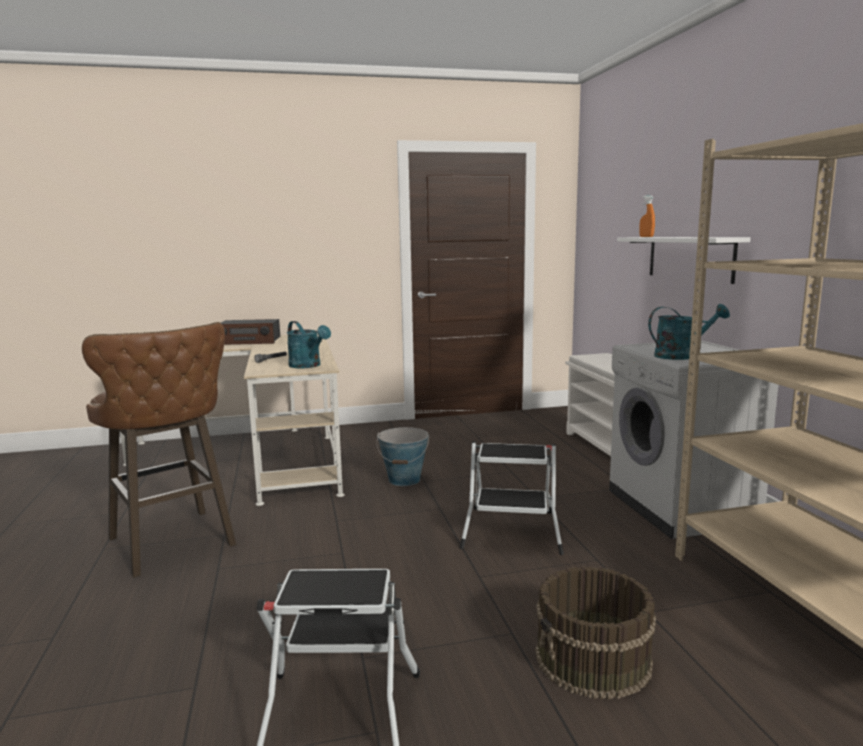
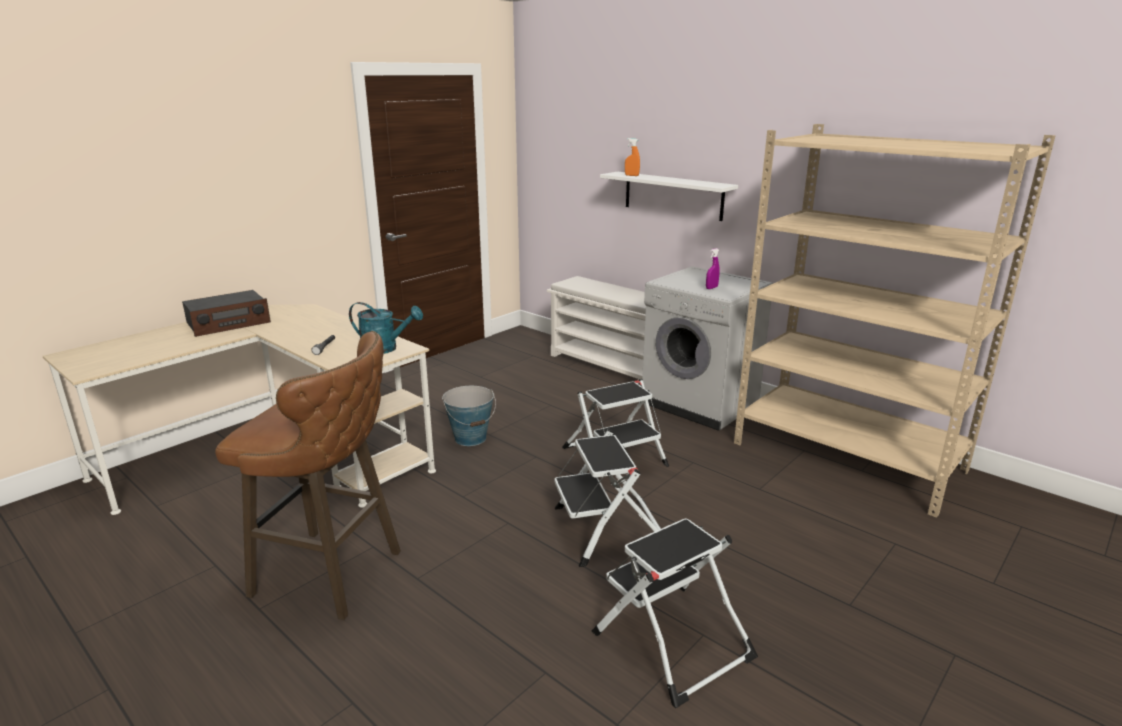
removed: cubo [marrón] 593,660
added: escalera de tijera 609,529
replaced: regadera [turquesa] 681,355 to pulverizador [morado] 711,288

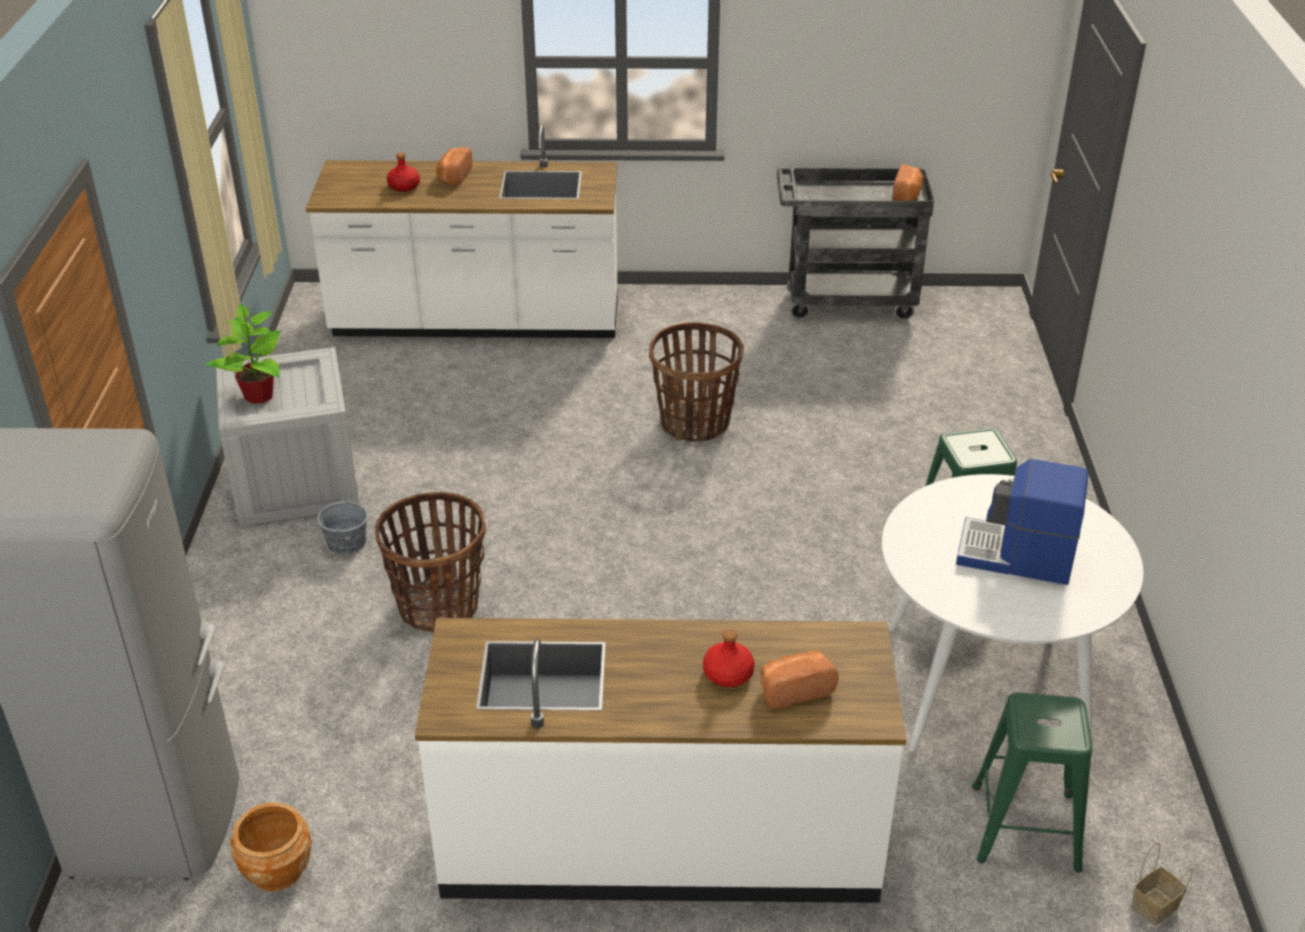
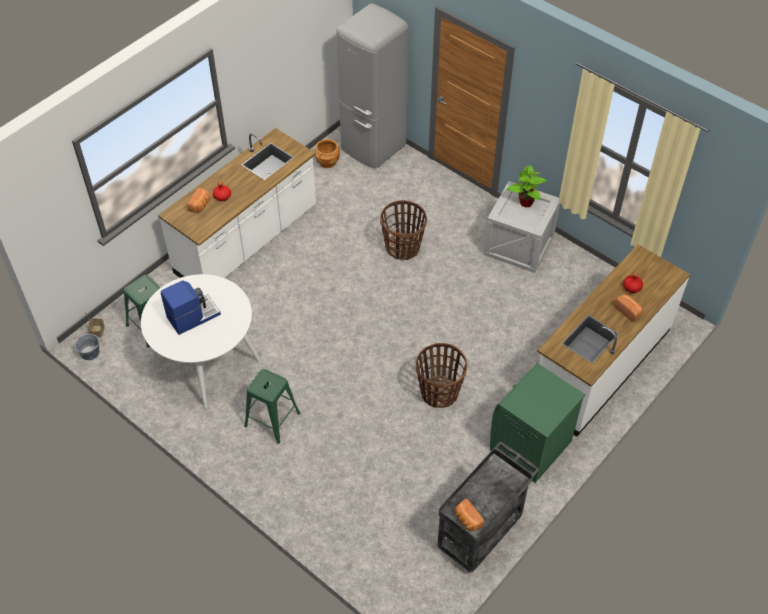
added: lavadora [verde] 530,446
moved: cubo [gris] 347,542 to 90,353

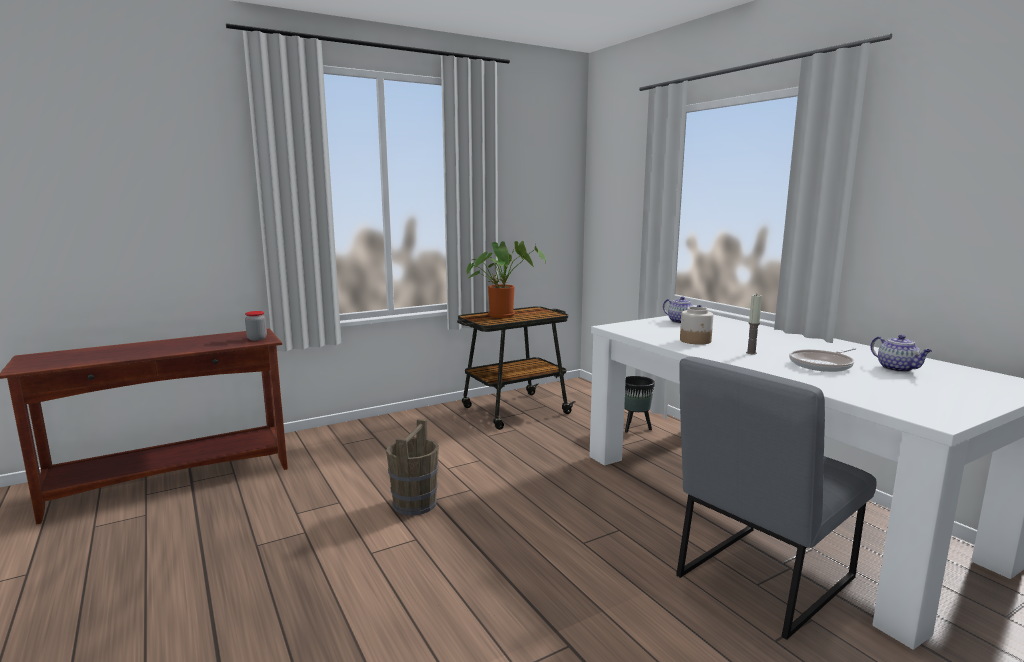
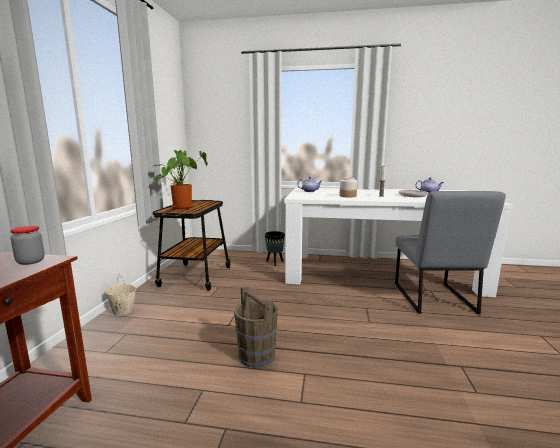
added: cubo [beis] 123,311

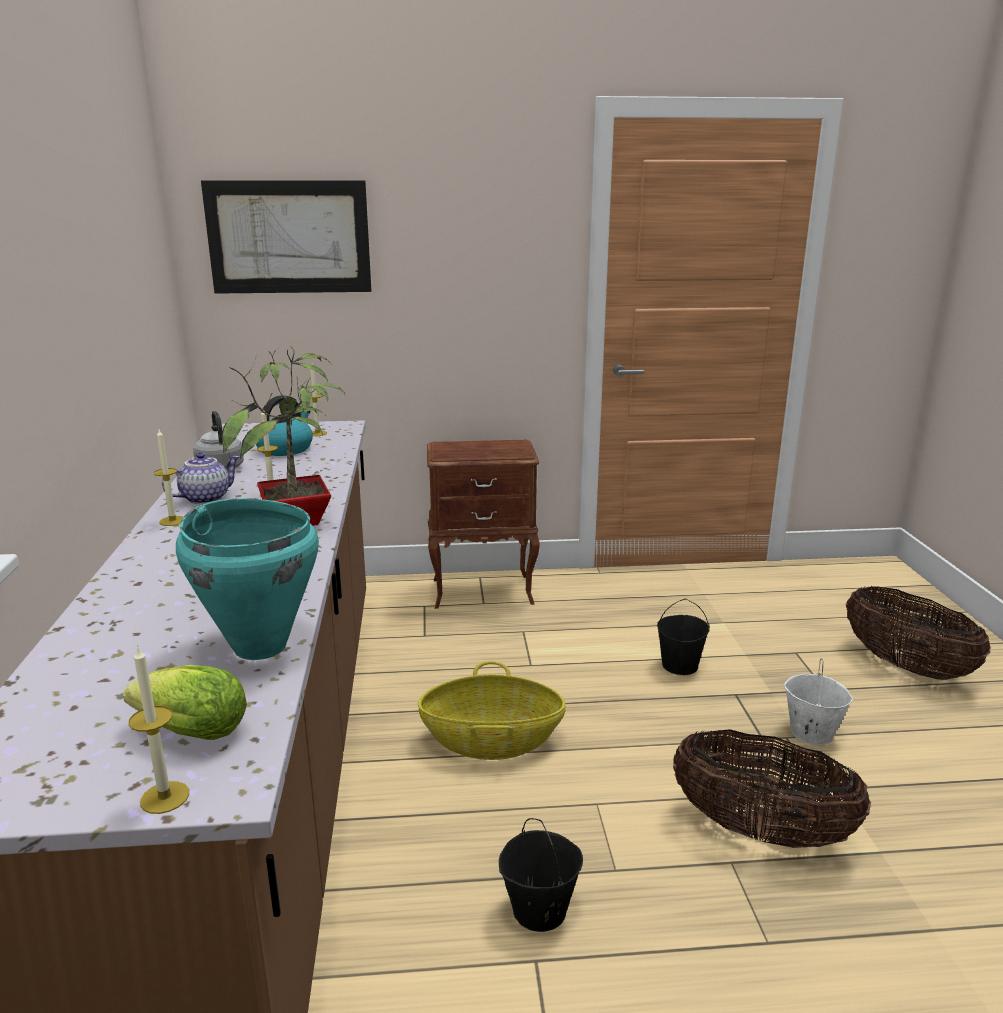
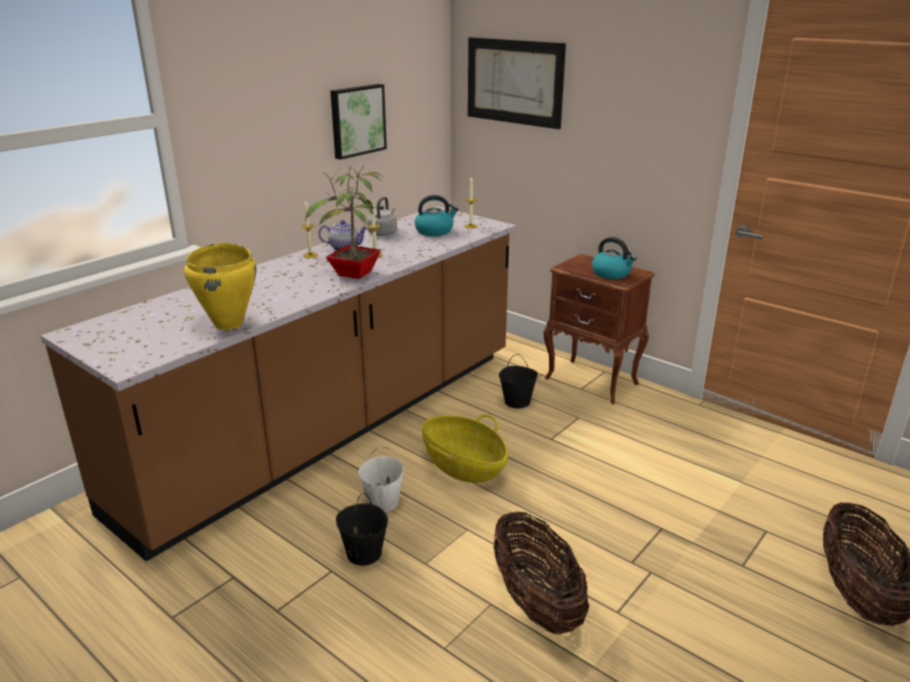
removed: lechuga 186,732; vela 165,797
added: cuadro 357,120; hervidor 612,273
moved: cubo [blanco] 810,733 to 382,502; cubo [negro] 680,665 to 517,402
recoloured: olla [turquesa] 260,646 to olla [amarillo] 229,324

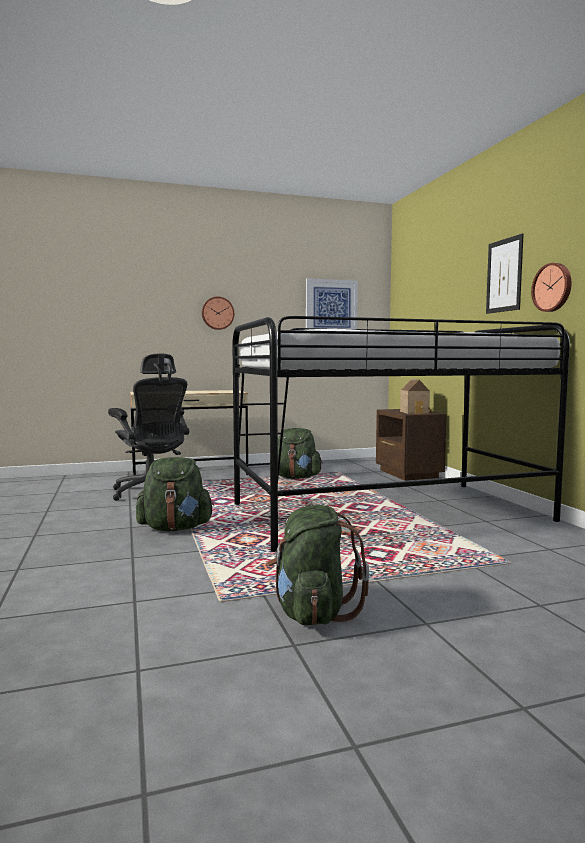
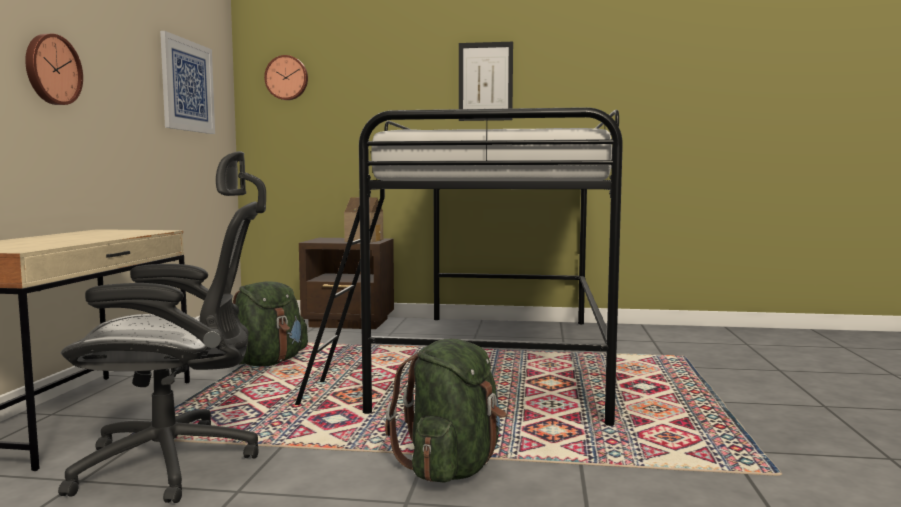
removed: mochila [verde] 312,613
moved: reloj de pared 553,287 to 287,78

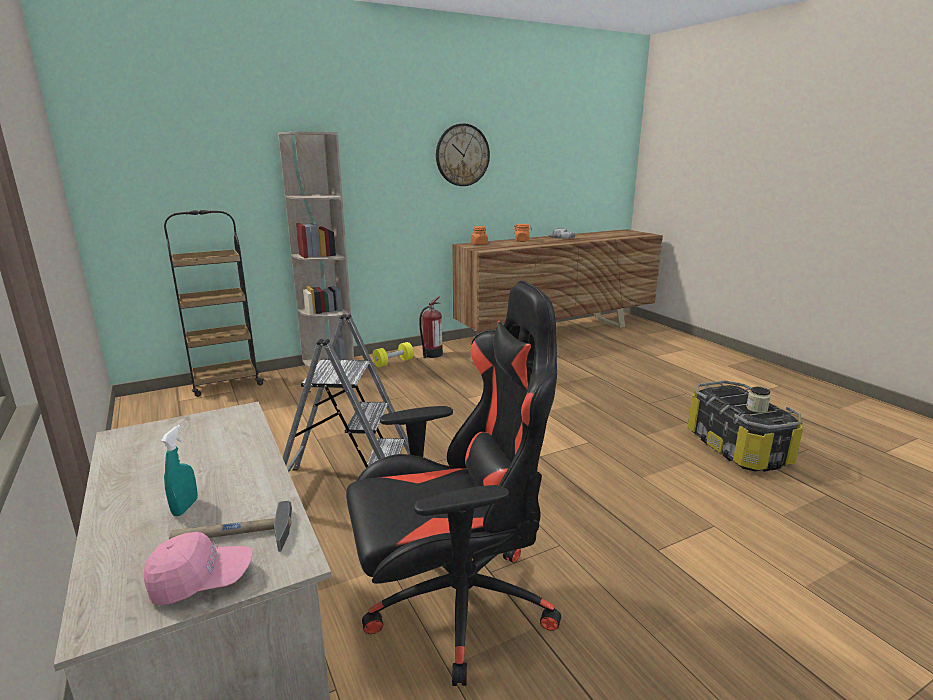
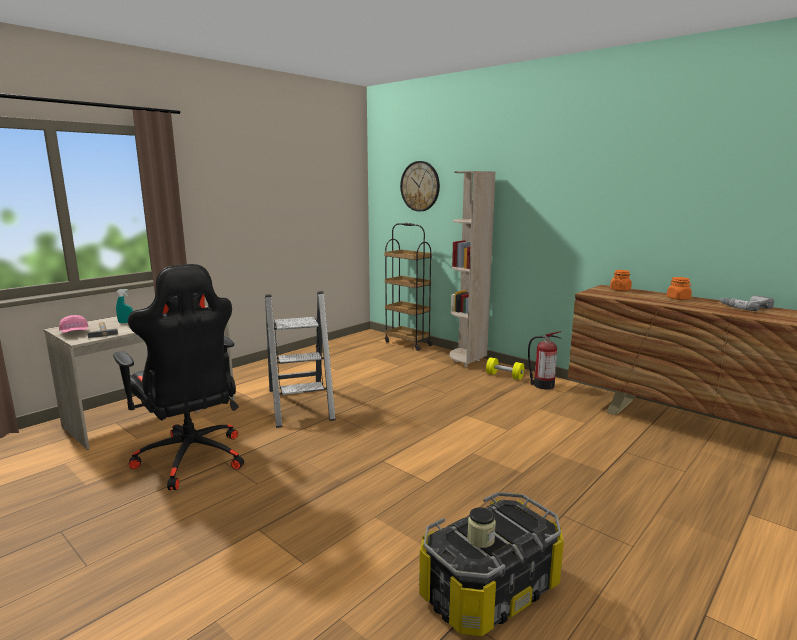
moved: reloj de pared 462,155 to 420,186

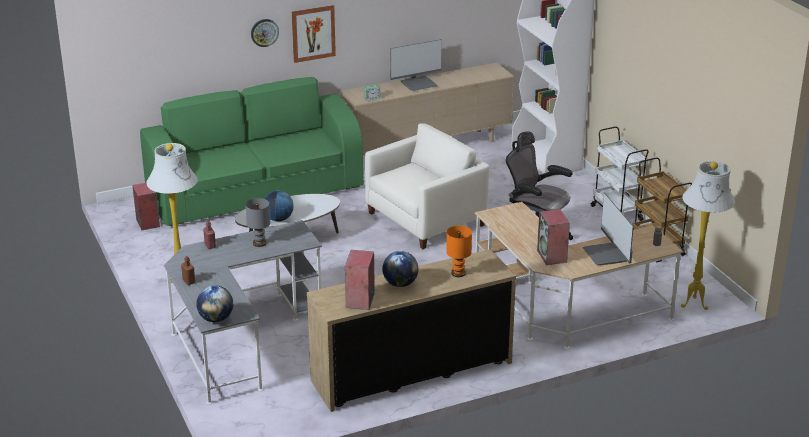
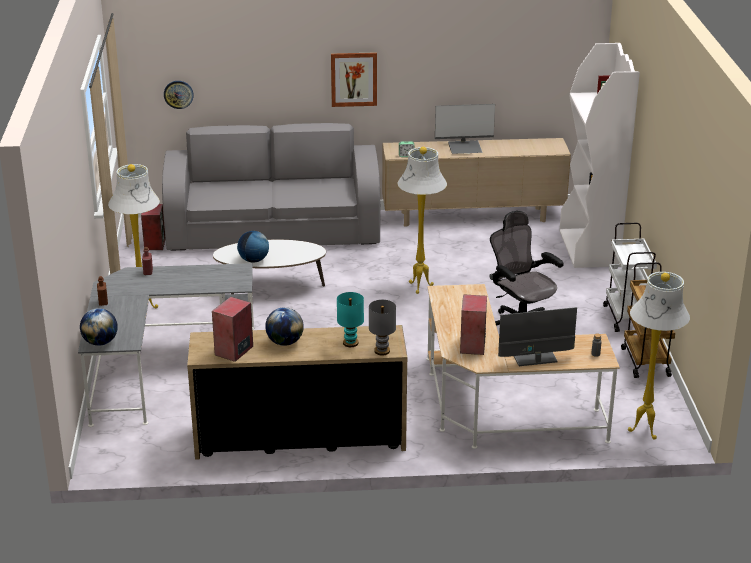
moved: reloj de pared 264,32 to 178,94; lámpara de mesa [gris] 260,243 to 382,351
replaced: sillón [blanco] 425,219 to lámpara de pie [blanco] 420,288
recoloured: sofá [verde] 256,192 to sofá [gris] 274,232; lámpara de mesa [naranja] 458,273 to lámpara de mesa [turquesa] 350,343
turned: monitor 607,254 = 532,355 75 degrees clockwise

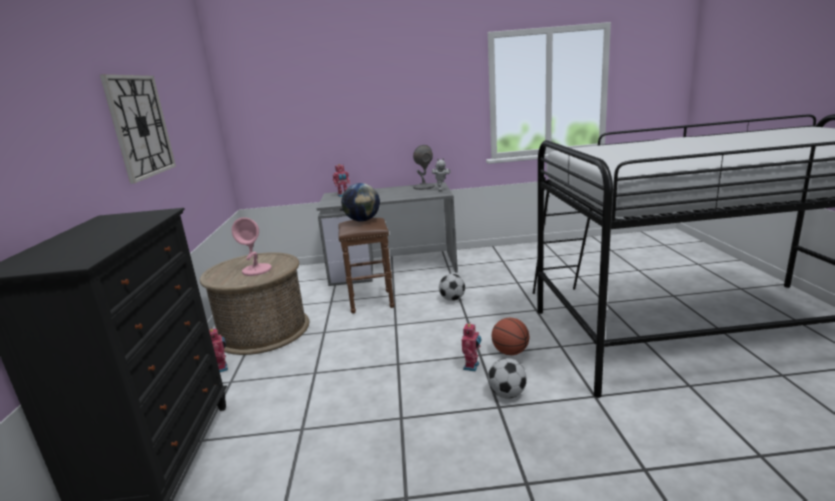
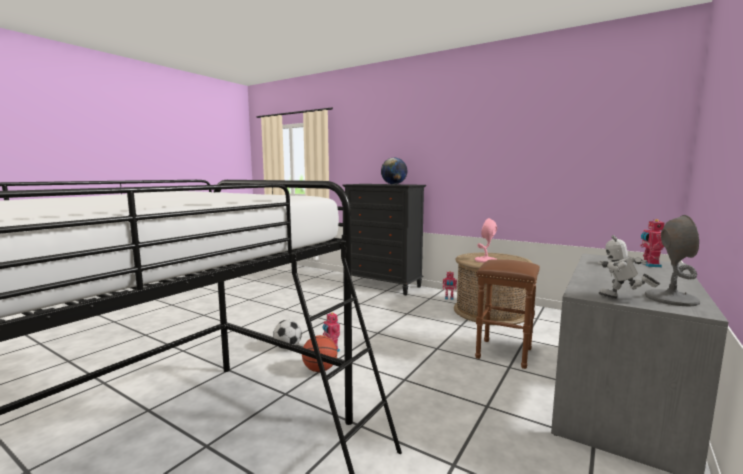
removed: reloj de pared 140,126; balón de fútbol 452,299
moved: globo terráqueo 362,220 to 394,184

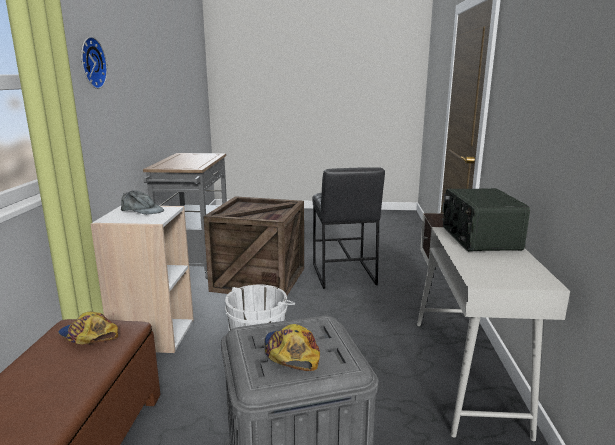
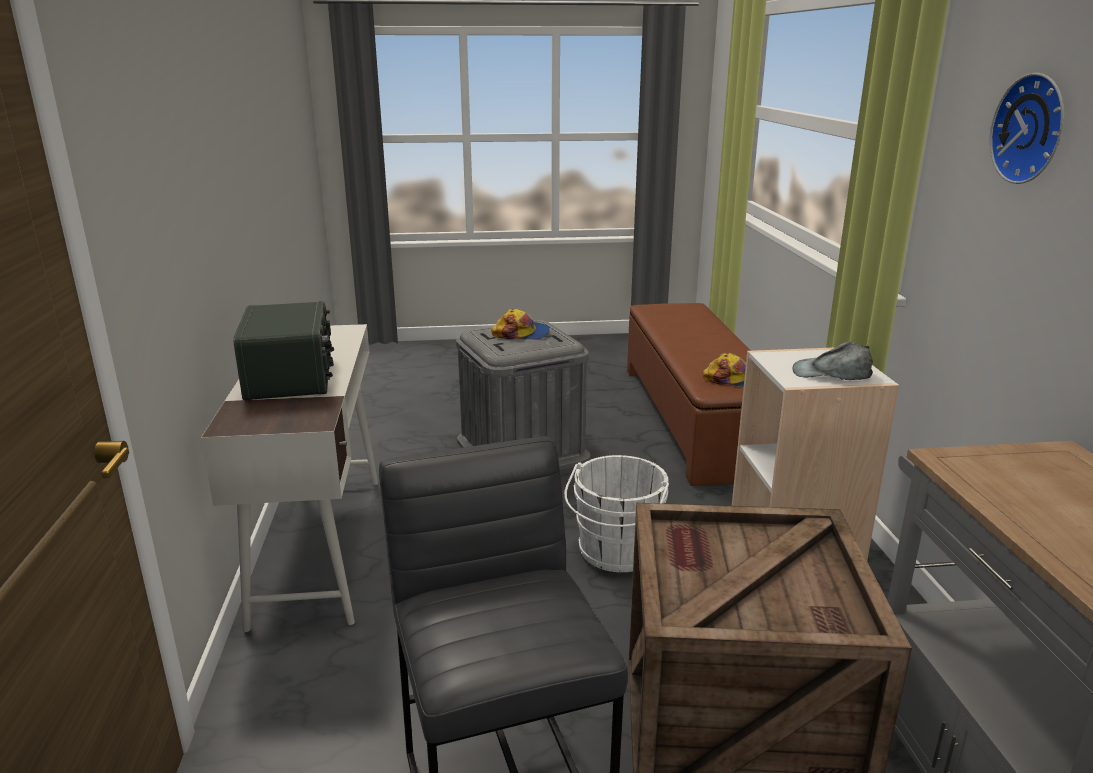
turned: gorra 291,353 = 521,333 60 degrees counterclockwise

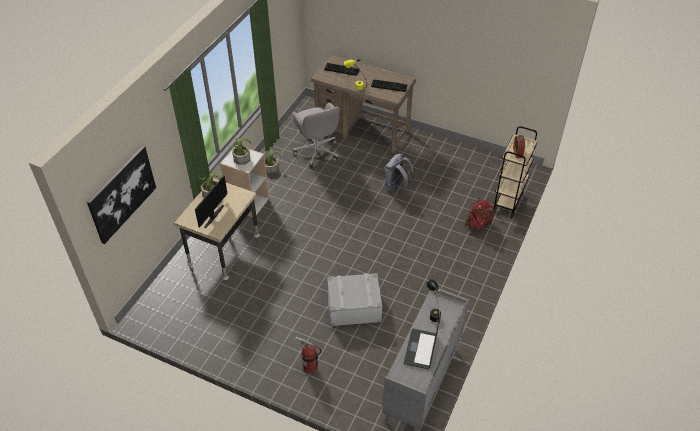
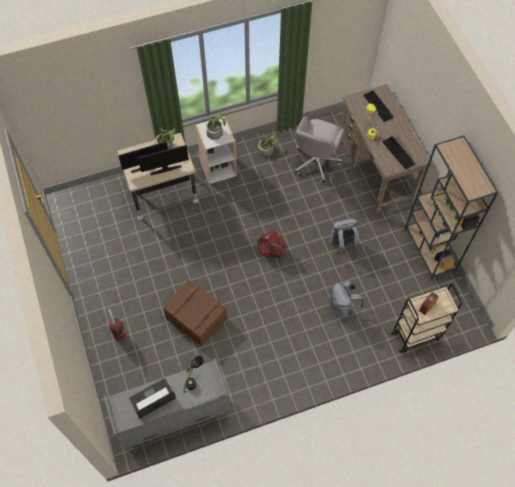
removed: cuadro 122,194
added: monitor 165,169; mochila [gris] 342,307; estantería 430,249
moved: mochila [rojo] 477,224 to 272,251
recoloured: caja de almacenaje [gris] 354,307 to caja de almacenaje [marrón] 196,317

